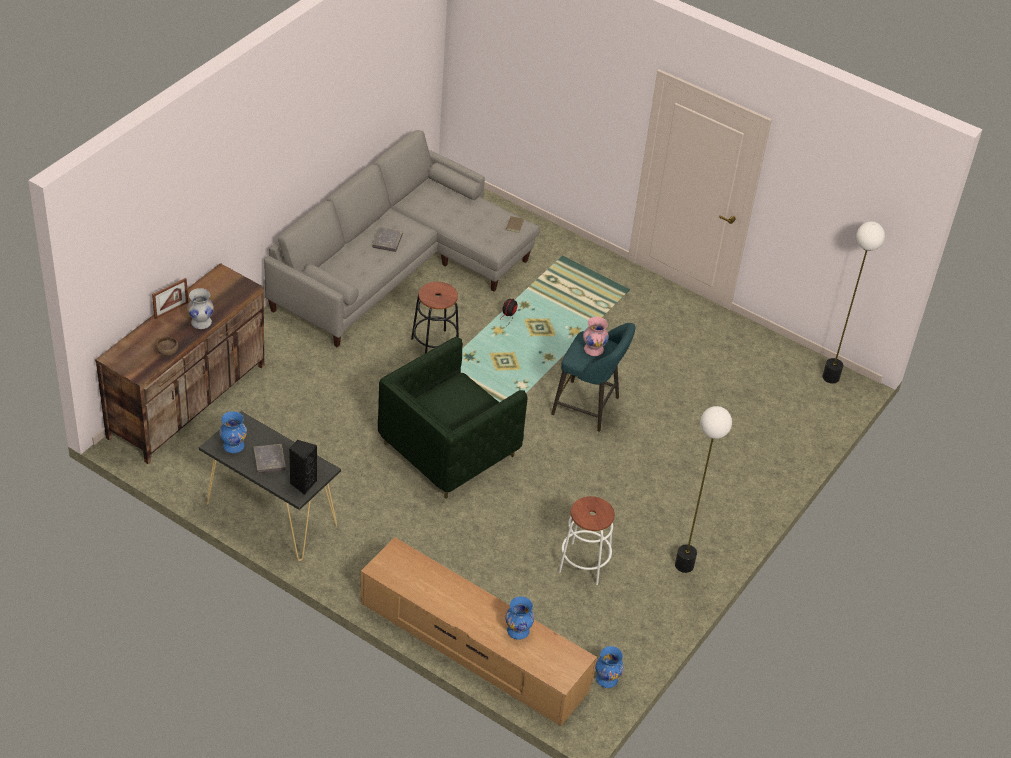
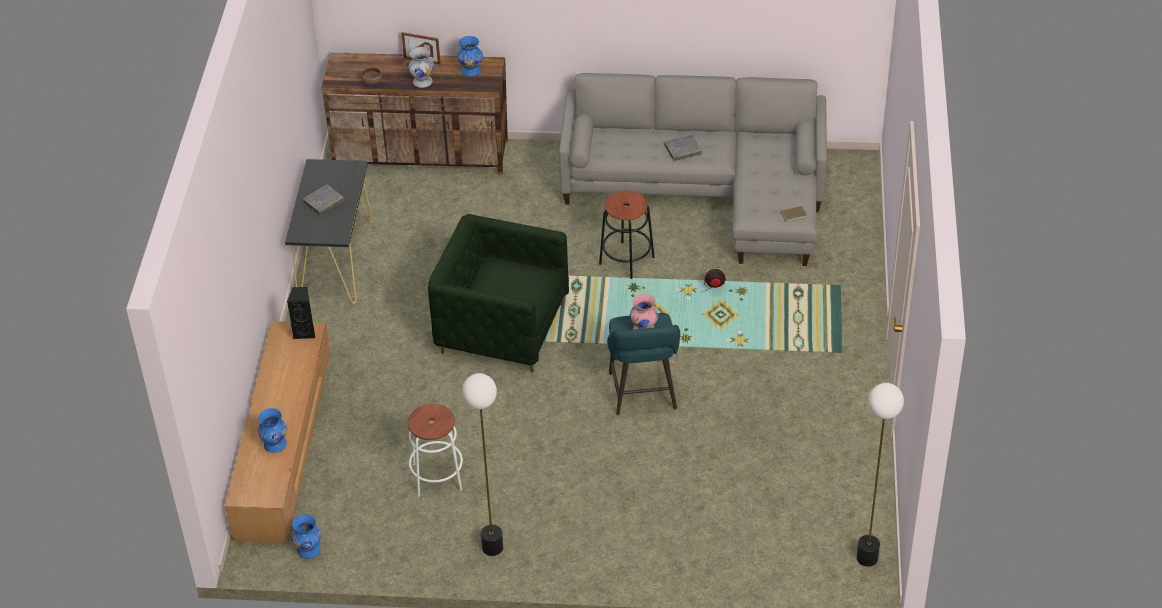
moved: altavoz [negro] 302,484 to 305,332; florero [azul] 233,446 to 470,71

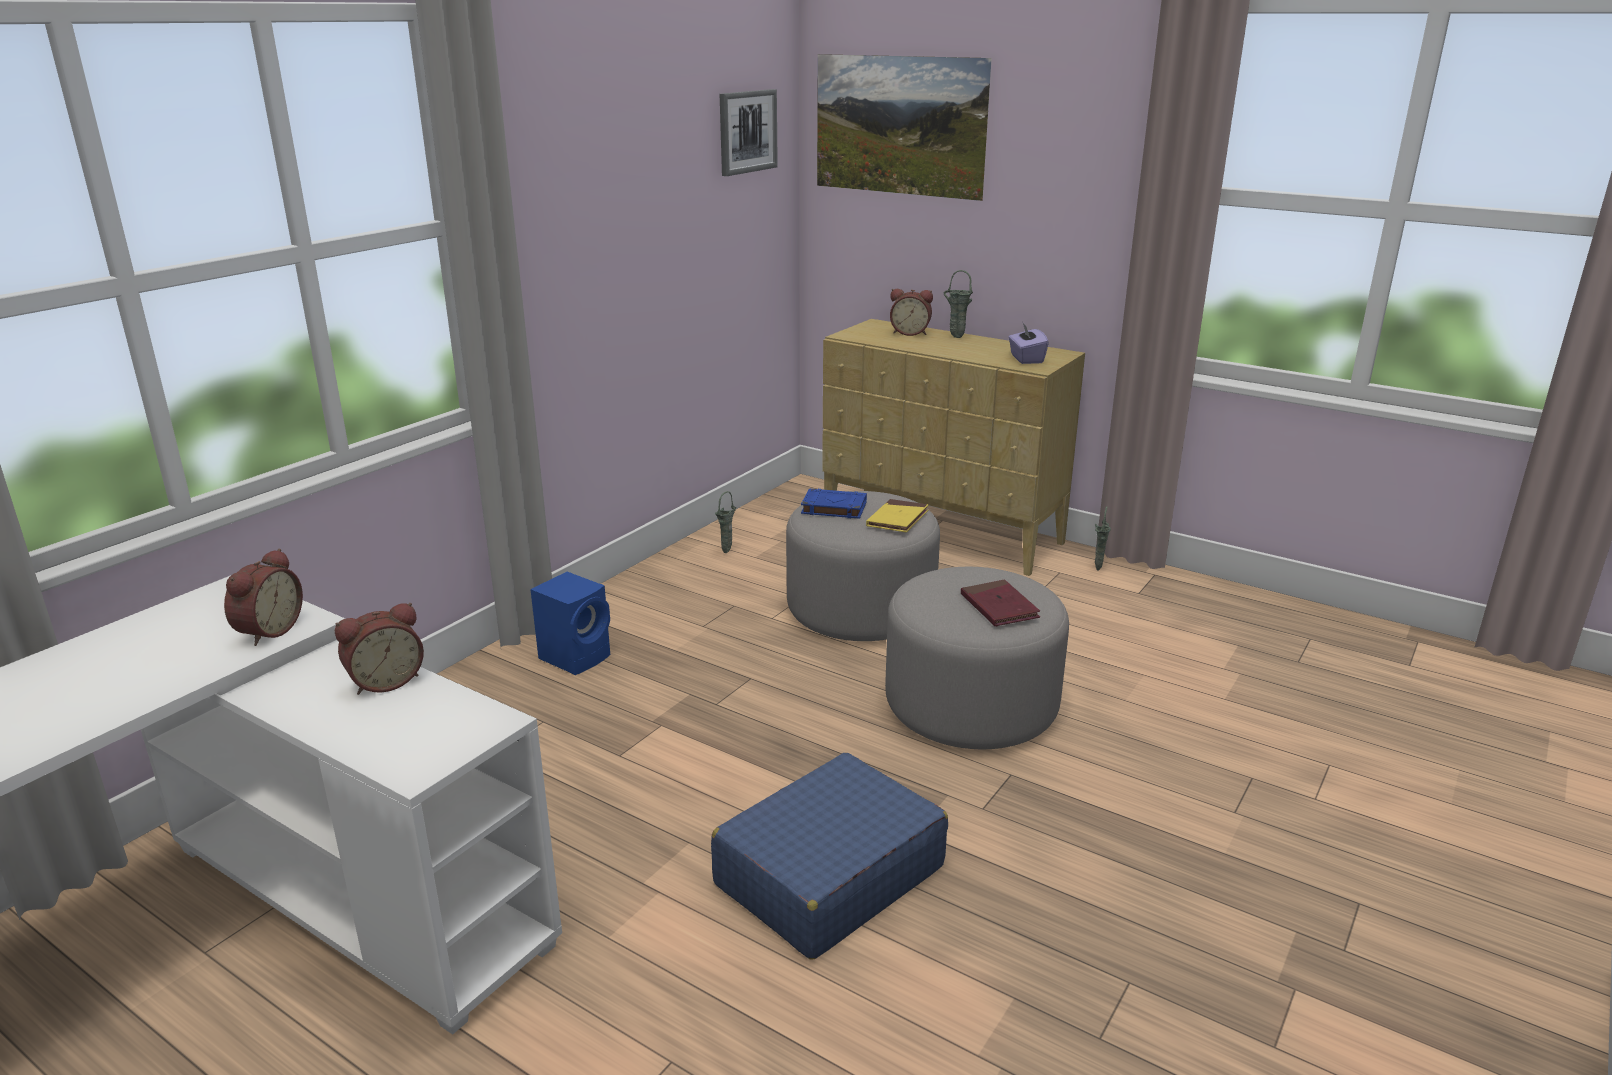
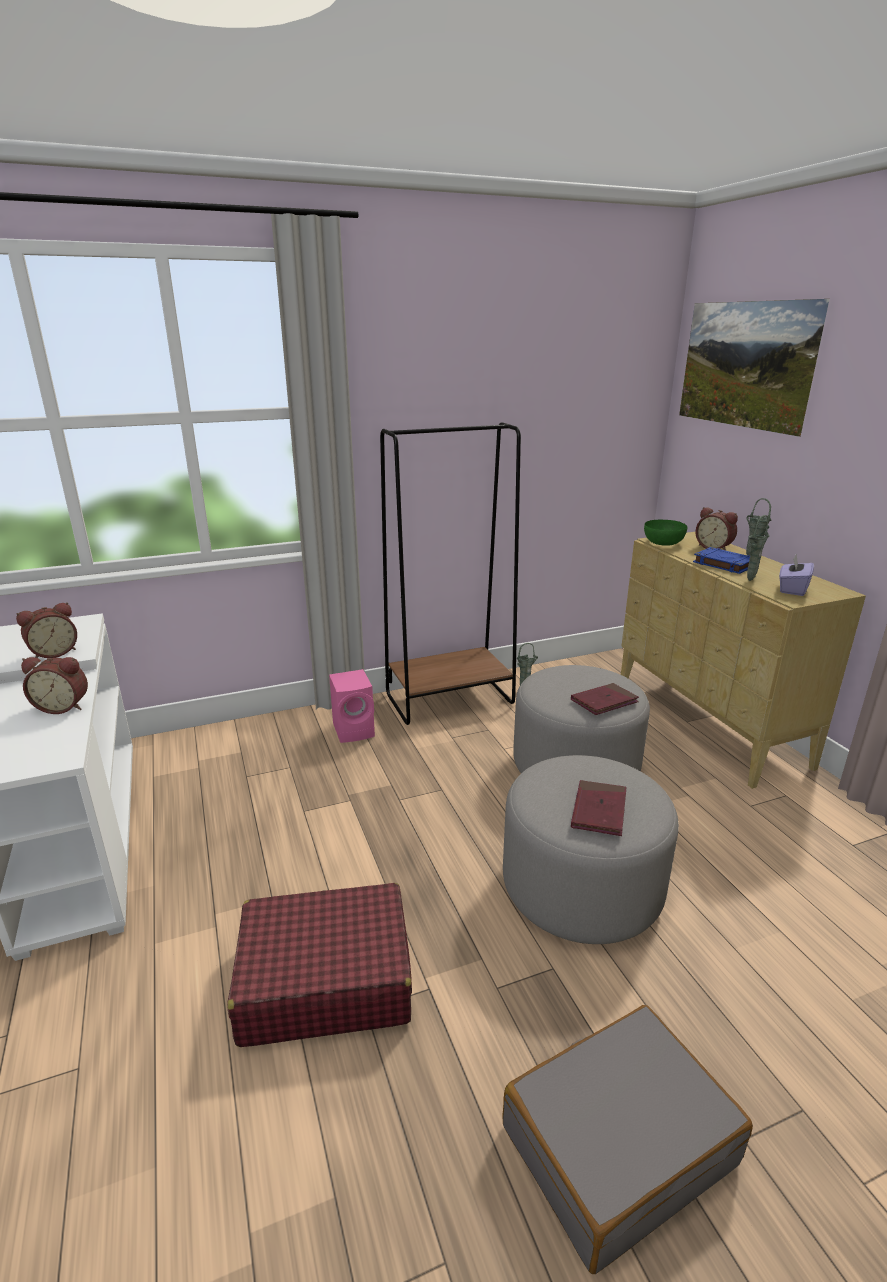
removed: cuadro 747,131
added: perchero 449,700; maleta [gris] 617,1143; cuenco [verde] 664,543
moved: libro [azul] 833,508 to 723,564; florero [verde] 1097,568 to 751,579
recoloured: maleta [azul] 828,876 to maleta [rojo] 324,979; altavoz [azul] 577,656 to altavoz [rosa] 355,730; libro [amarillo] 897,519 to libro [rojo] 604,702

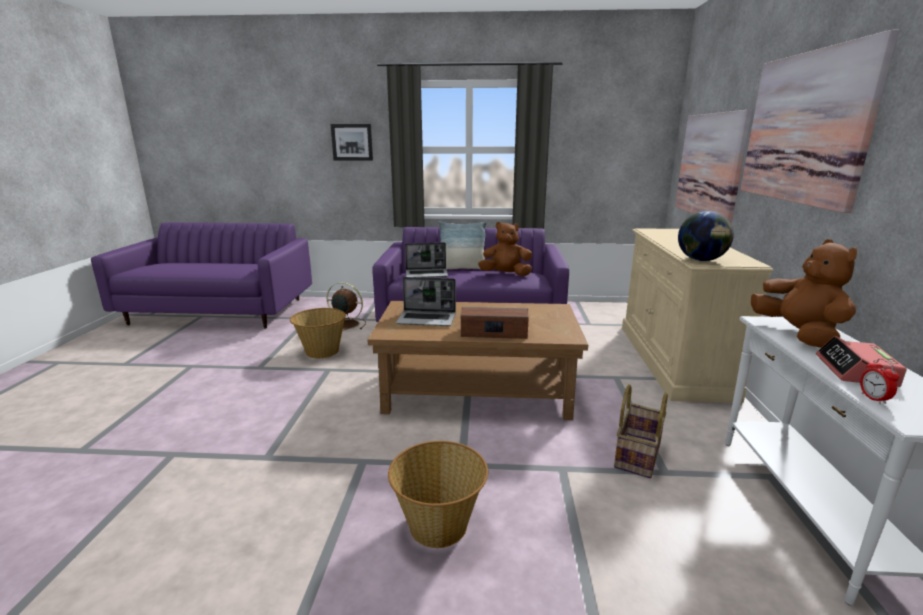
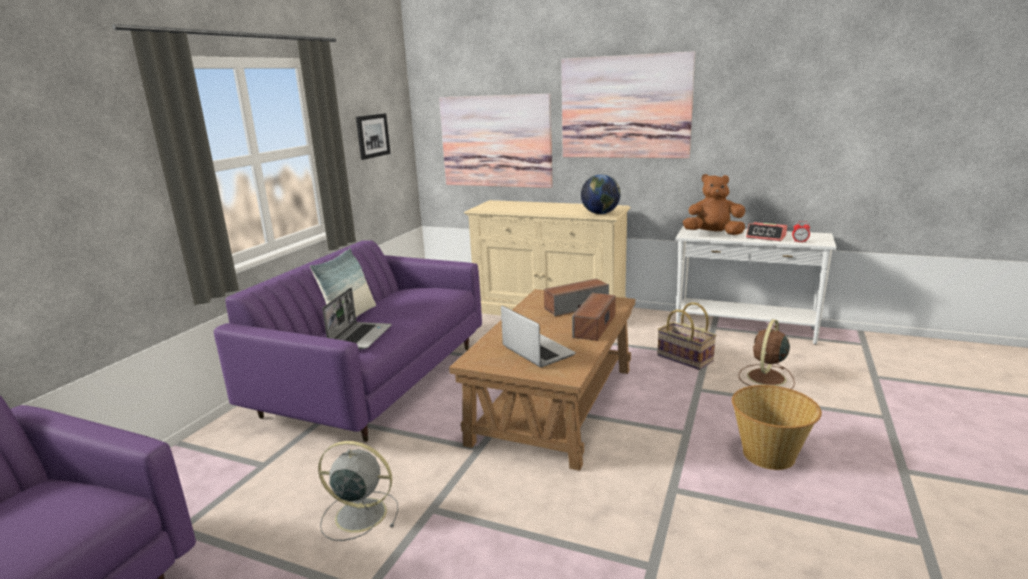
removed: peluche [marrón] 505,274
added: altavoz 576,306
moved: cuadro 352,142 to 372,136; ventilador [marrón] 345,324 to 766,378
replaced: cesta 321,351 to ventilador [gris] 358,514
turned: portátil 427,319 = 536,351 60 degrees counterclockwise

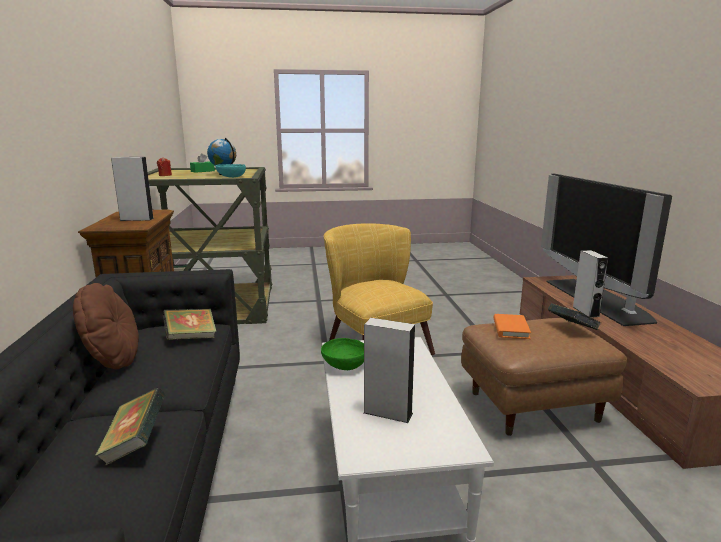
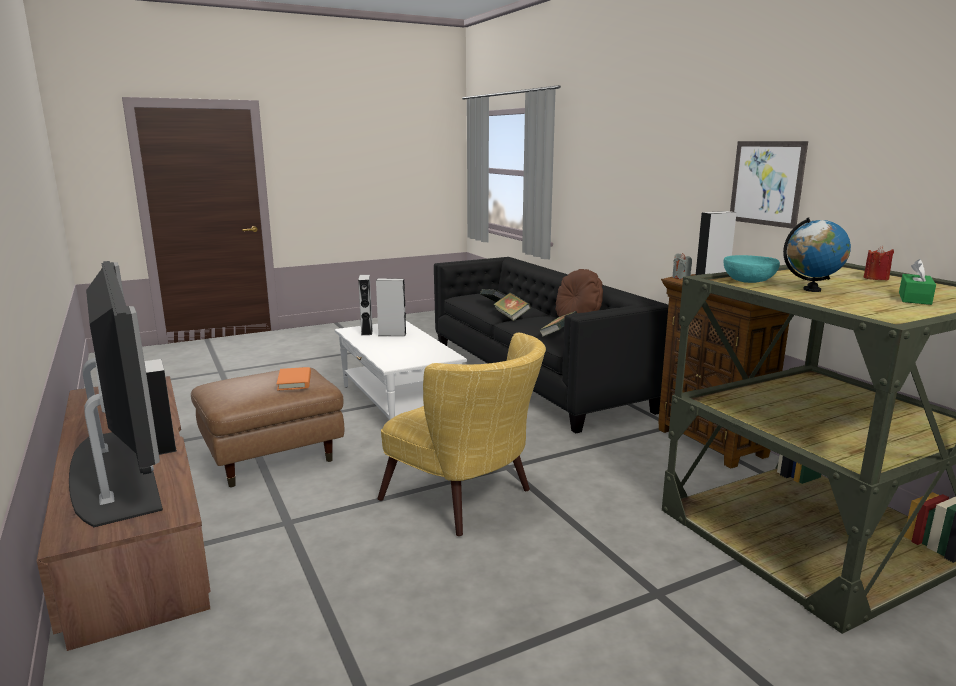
removed: cuenco [verde] 344,365
added: altavoz [gris] 366,331; vela [gris] 681,277; cuadro 766,183
moved: libro 571,329 to 511,316

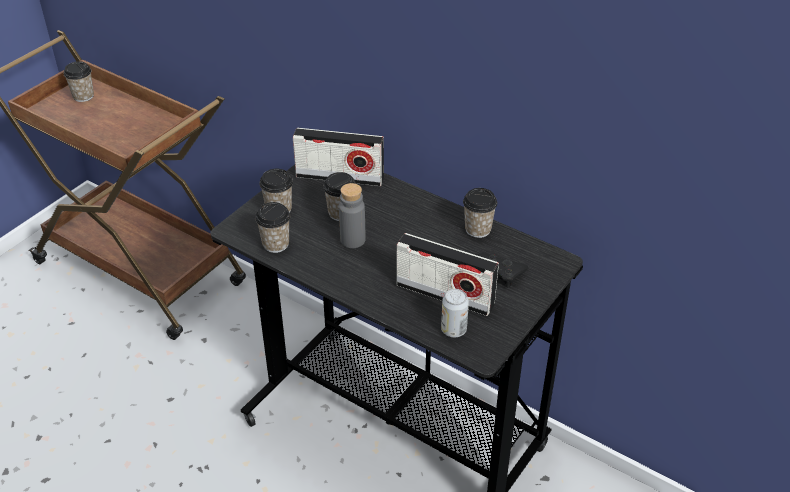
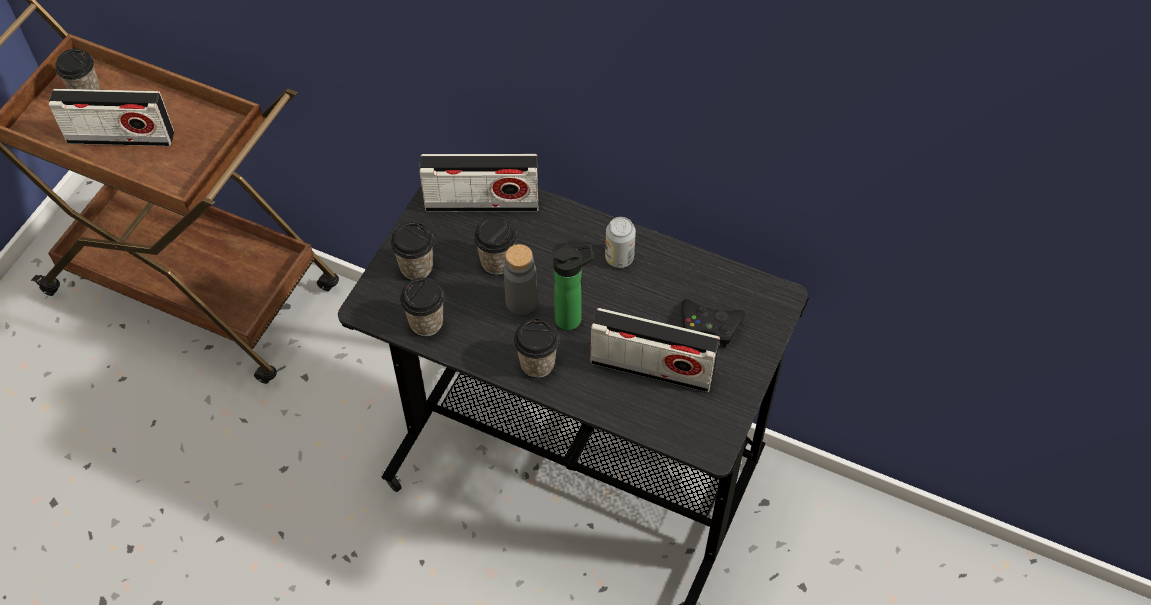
added: radio 121,137; botella 572,318
moved: taza 478,229 to 537,363; lata 453,330 to 619,258

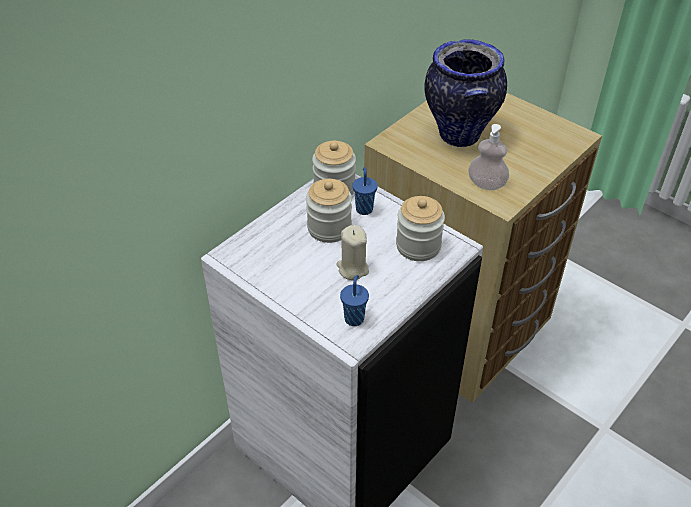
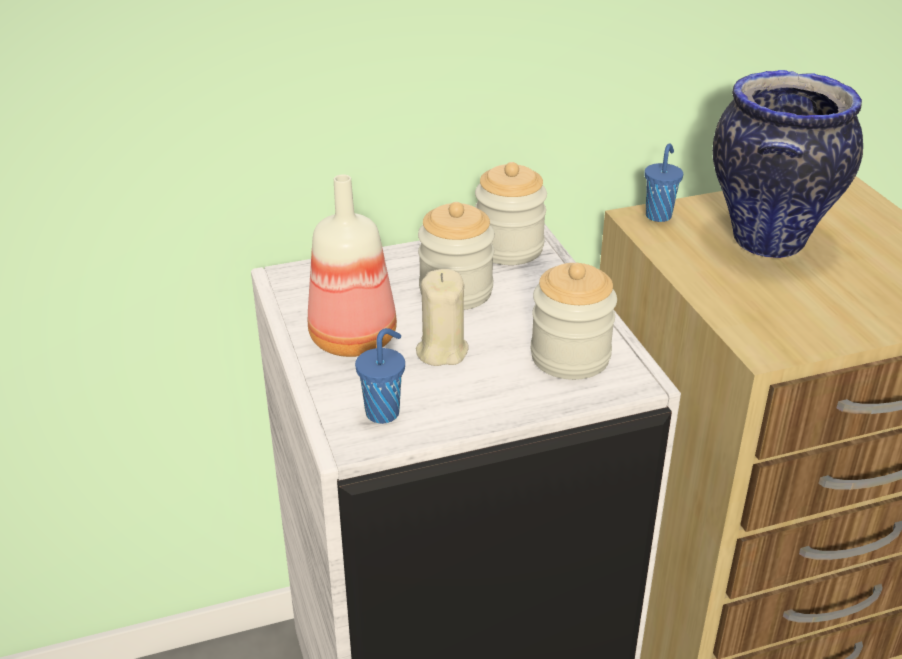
removed: dispensador de jabón 486,184
added: botella 356,339
moved: taza [azul] 364,208 to 659,215

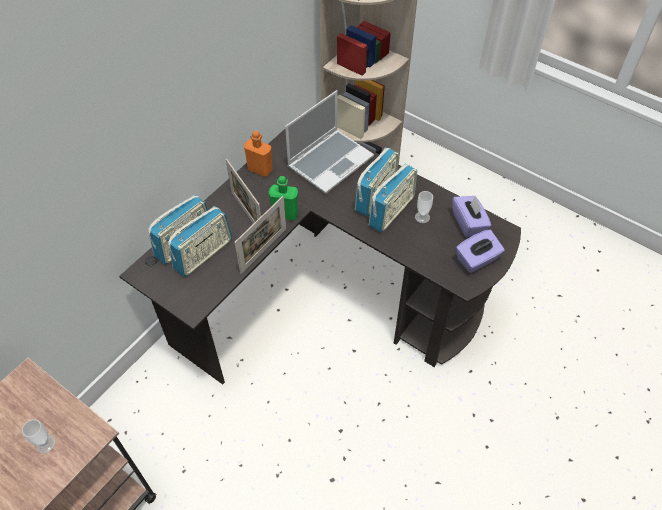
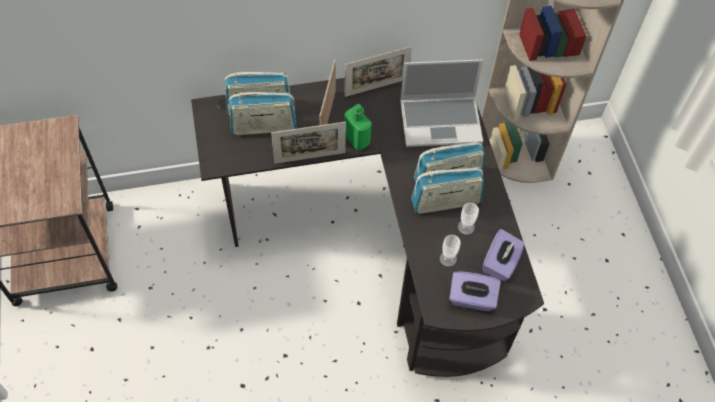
moved: taza 45,444 to 448,258
replaced: botella [naranja] 260,169 to portarretratos 376,87

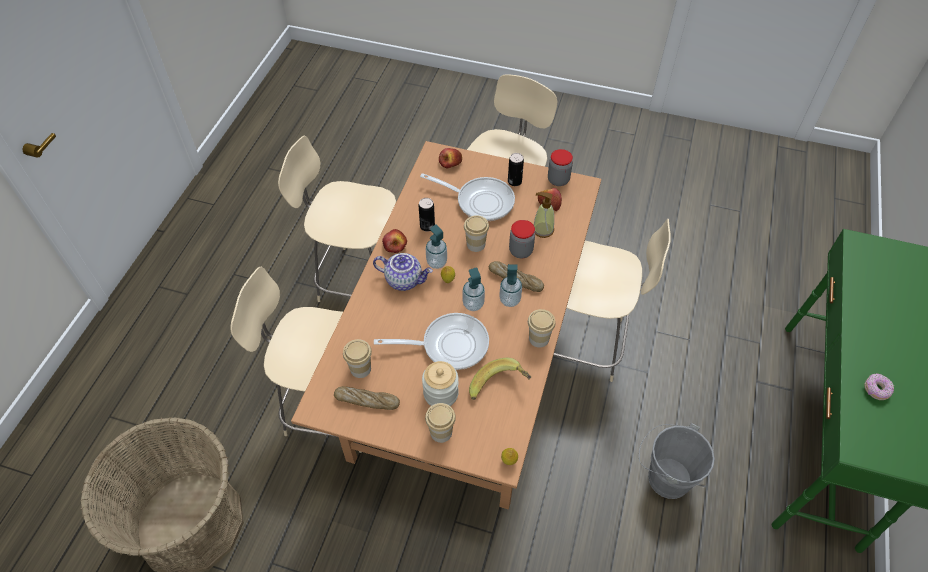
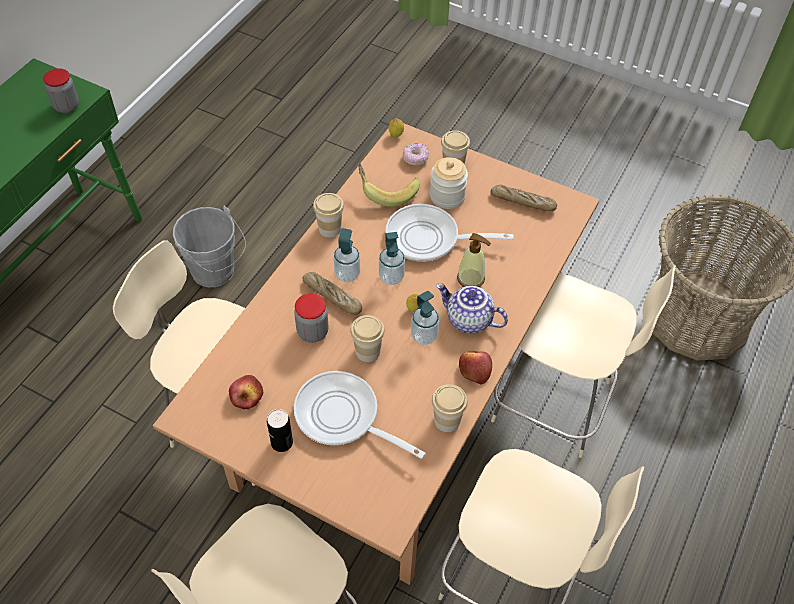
removed: lata 427,226; manzana 450,162
moved: tarro 558,180 to 66,106; rosquilla 876,390 to 415,159; taza 360,369 to 447,420; dispensador de jabón 542,230 to 471,279

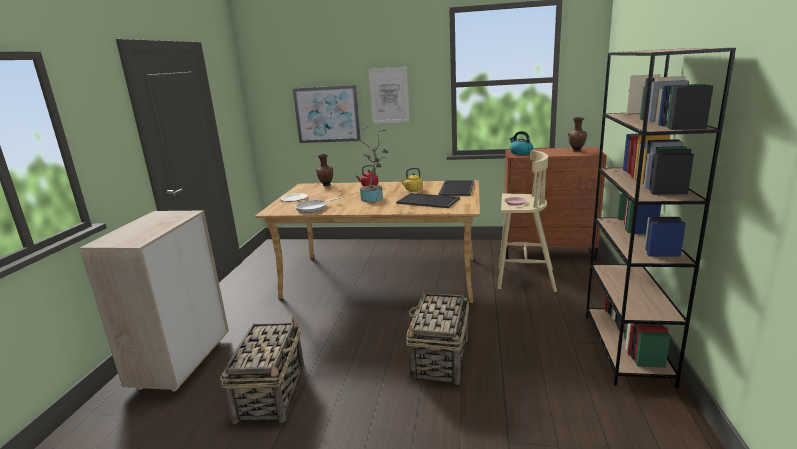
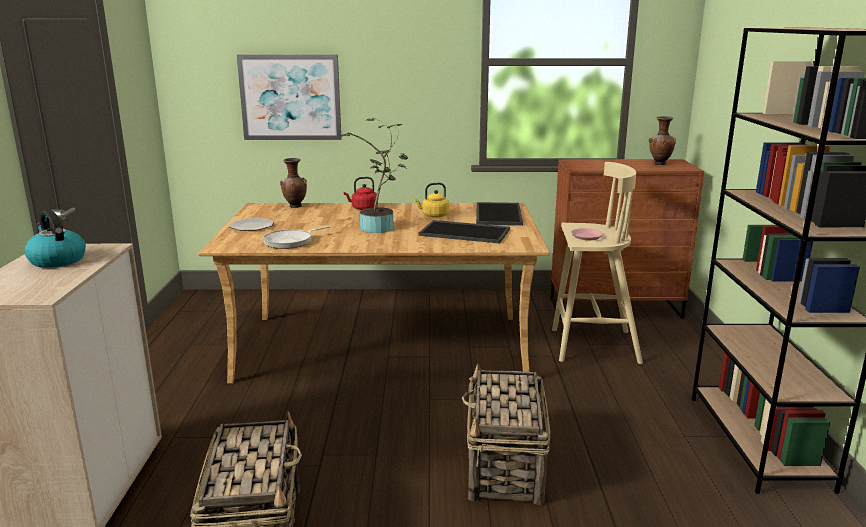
removed: cuadro 389,95
moved: hervidor 520,153 to 57,260

